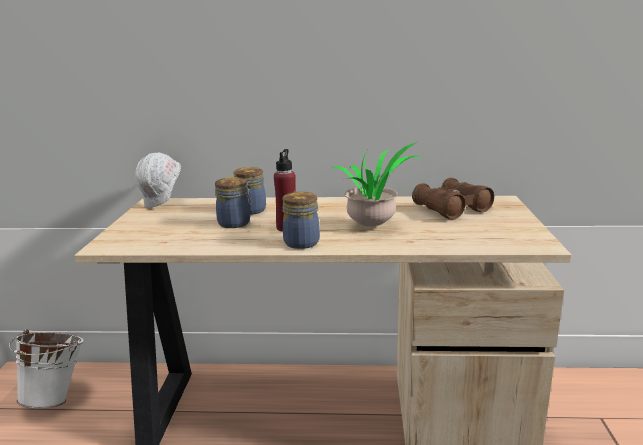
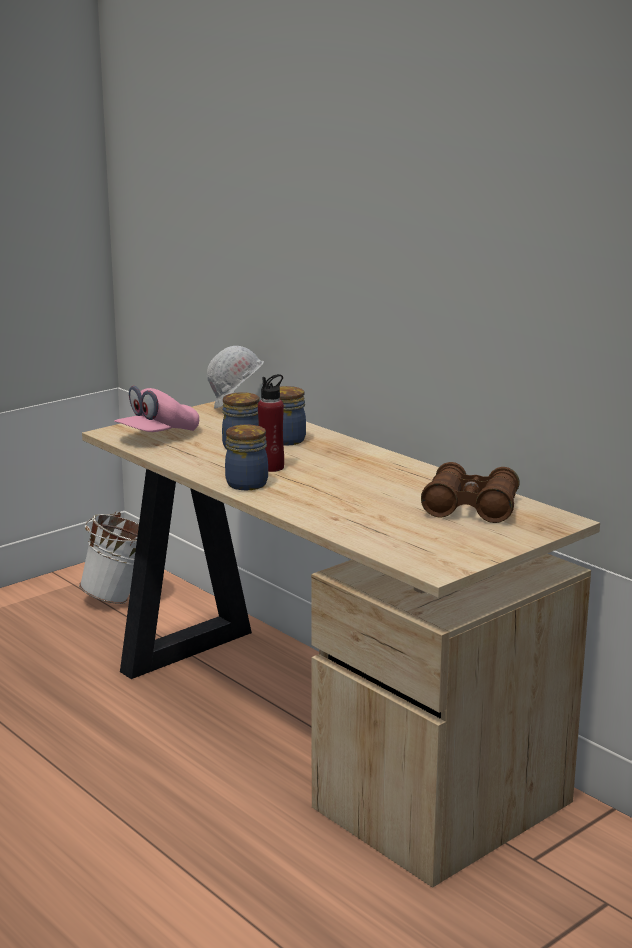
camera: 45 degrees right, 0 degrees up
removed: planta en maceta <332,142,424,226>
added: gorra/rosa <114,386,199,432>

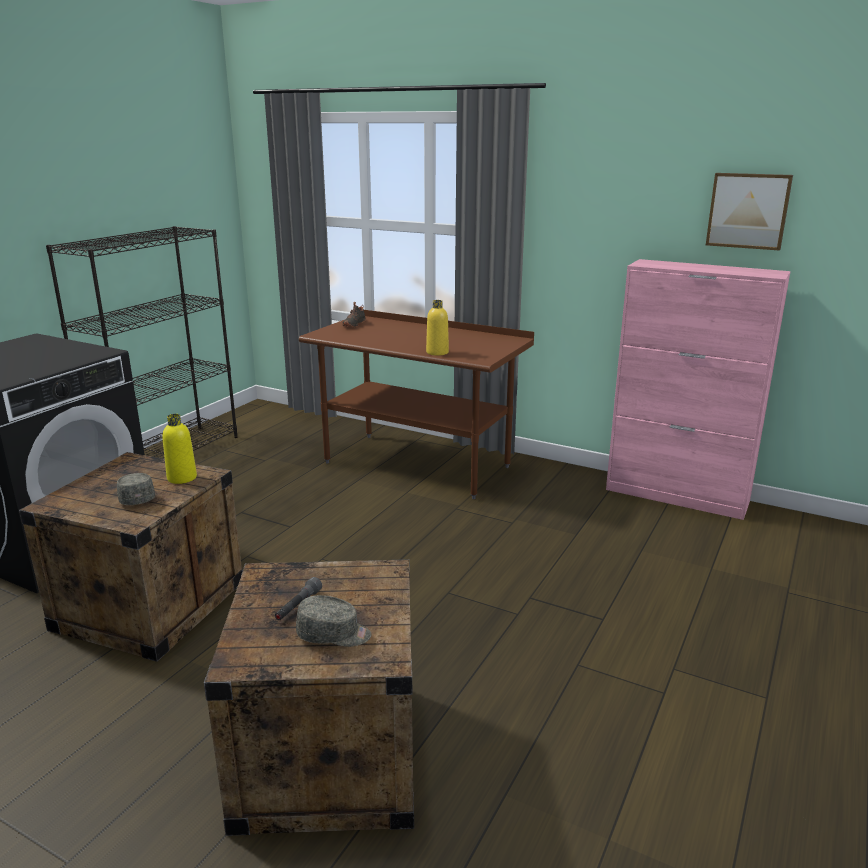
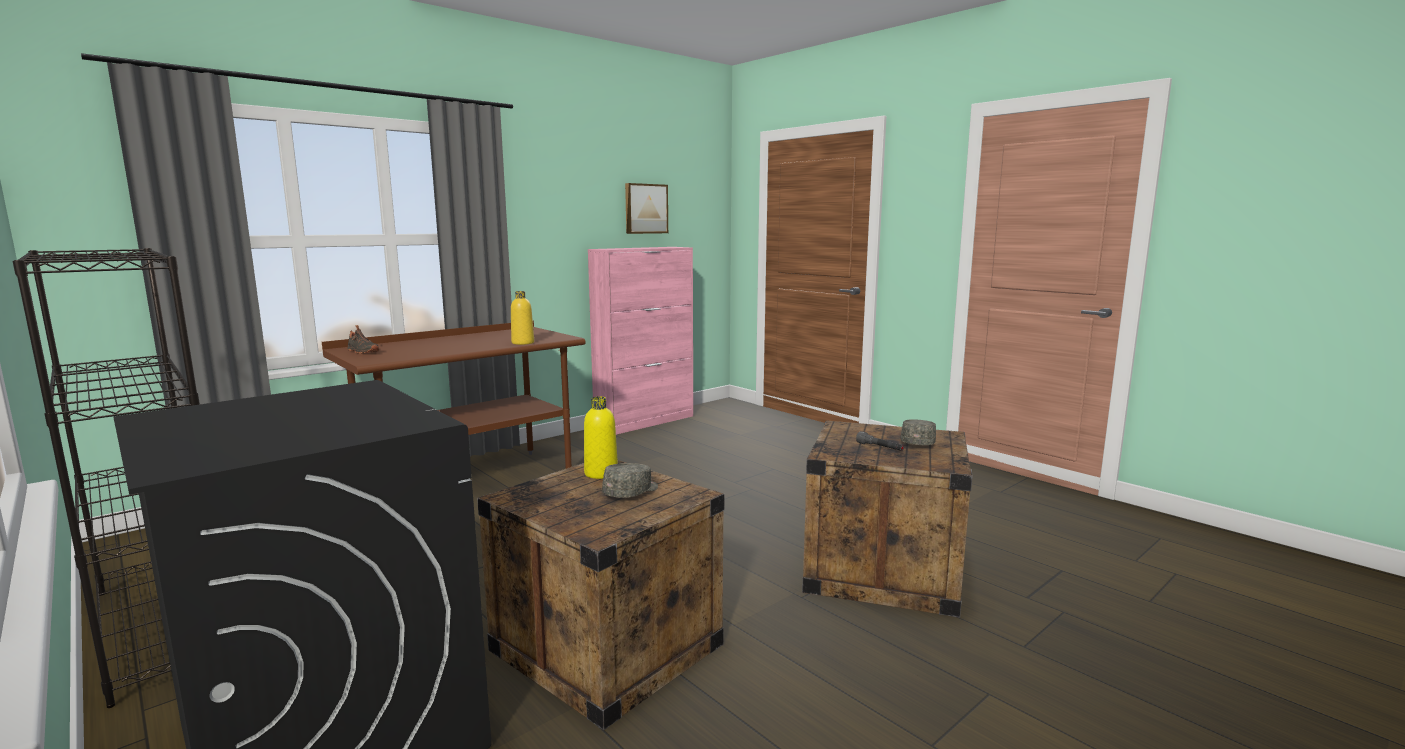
camera: 70 degrees left, 10 degrees down
turned: gorra/gris <117,473,155,505> = <602,463,658,498> 135 degrees clockwise

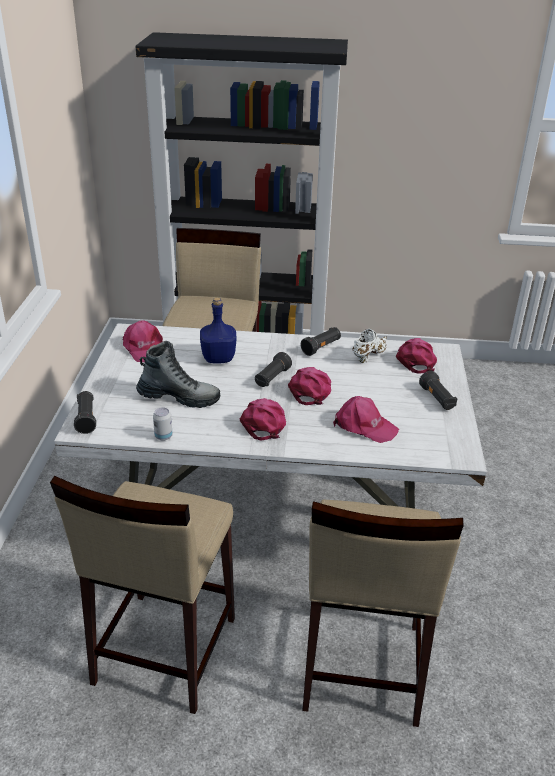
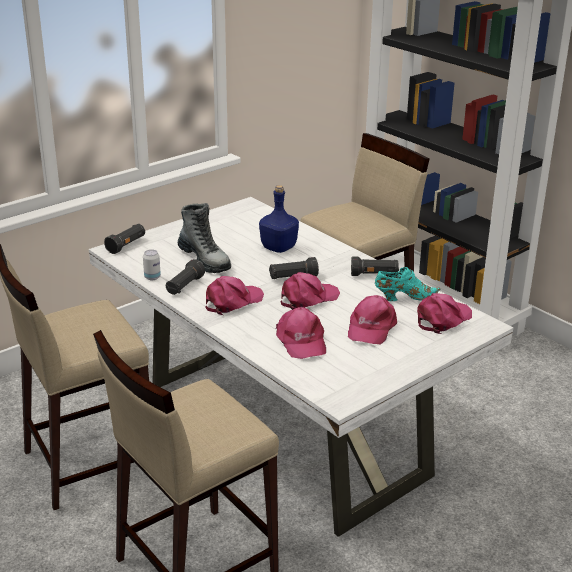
camera: 45 degrees right, 5 degrees down
moved: gorra/rosa <123,320,163,362> to <348,295,397,344>; linterna/negro <419,371,457,410> to <166,259,205,295>
recoloured: zapato/blanco <352,329,387,363> to zapato/turquesa <375,267,441,301>

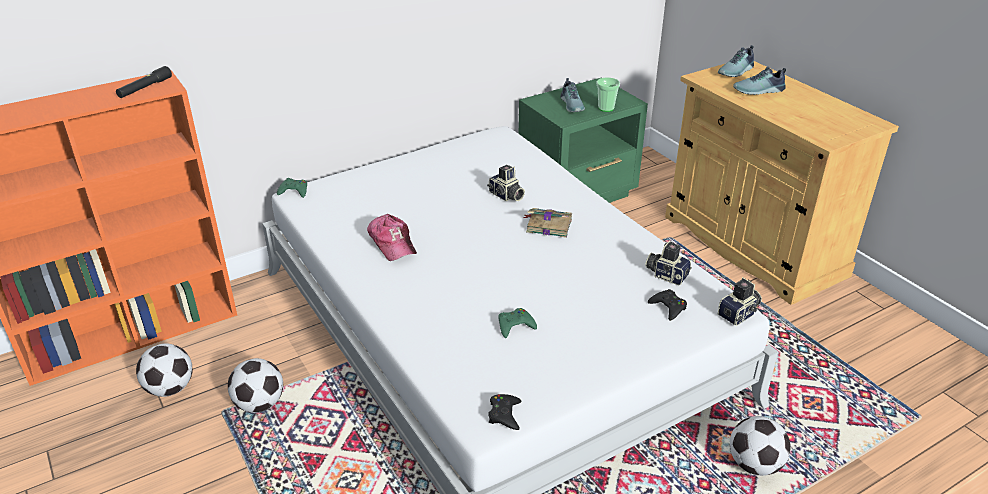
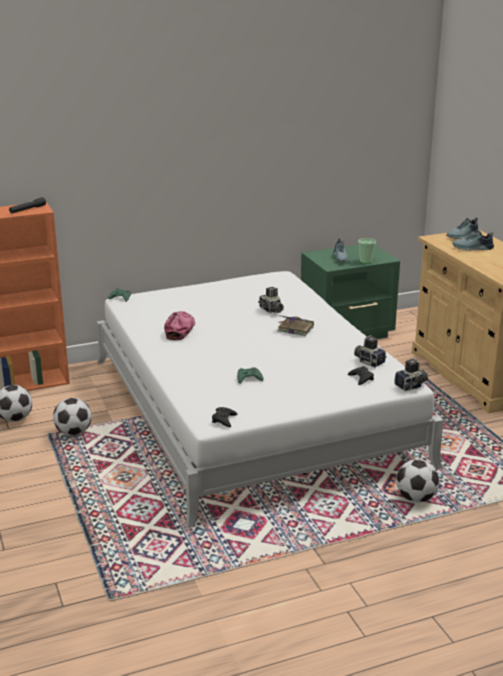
camera: 10 degrees right, 10 degrees down
turned: gorra <367,214,417,261> = <164,311,195,340> 150 degrees counterclockwise

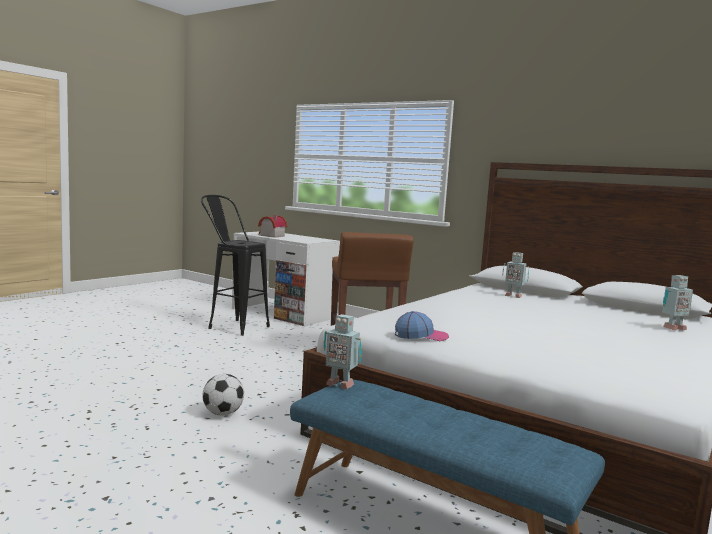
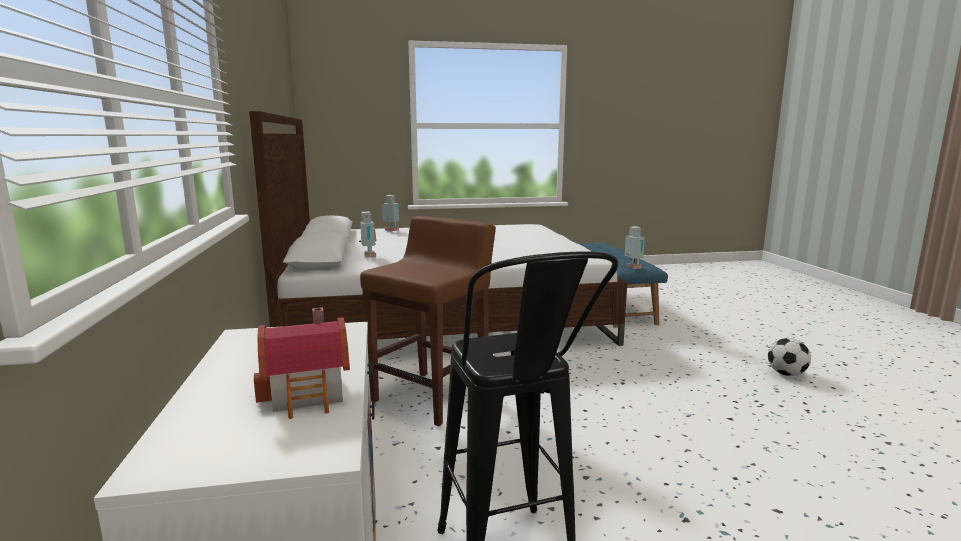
camera: 135 degrees left, 5 degrees up
removed: gorra <395,311,449,341>
moved: balón de fútbol <202,374,244,416> to <768,338,811,376>

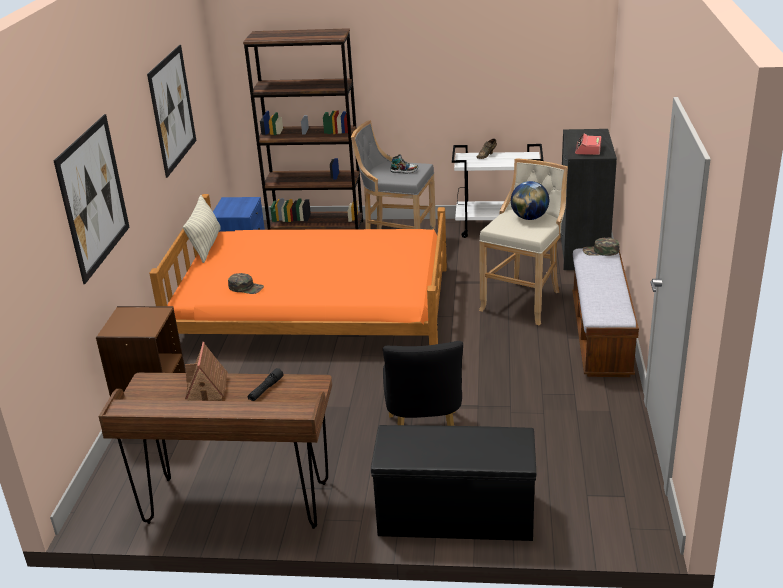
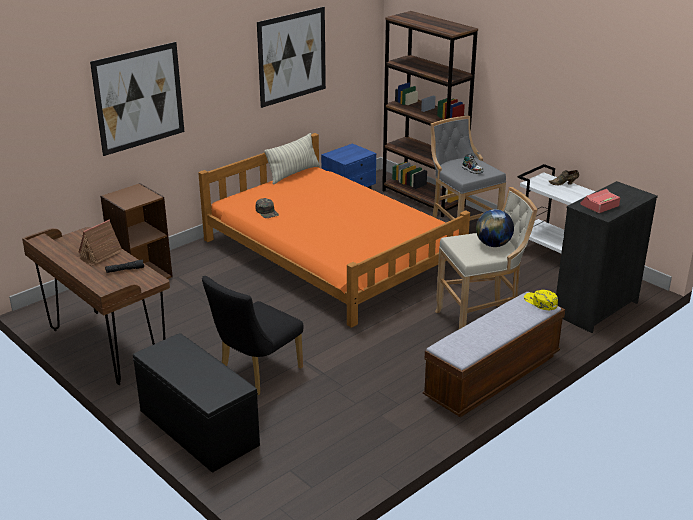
camera: 40 degrees right, 0 degrees up
recoloured: gorra/verde <583,238,619,256> to gorra/amarillo <524,290,558,310>

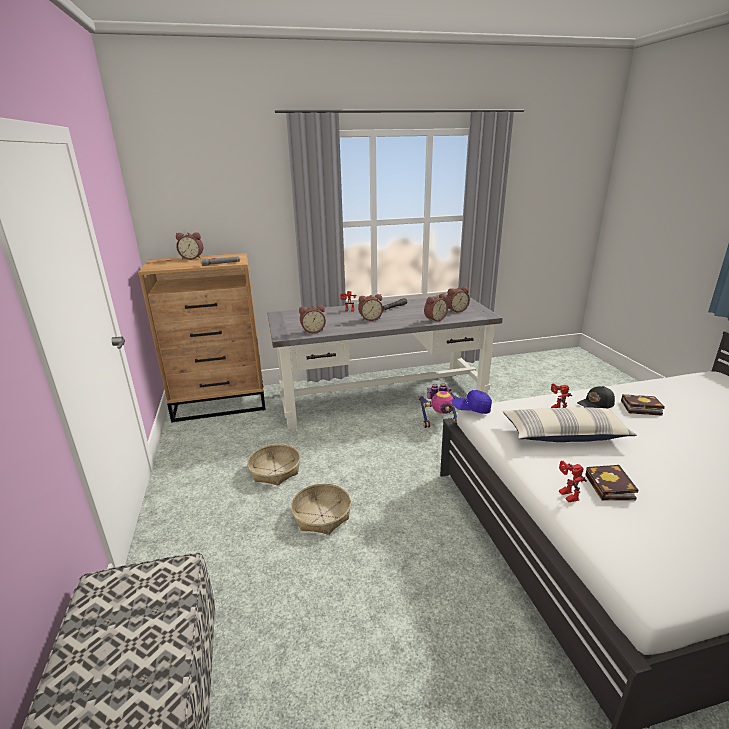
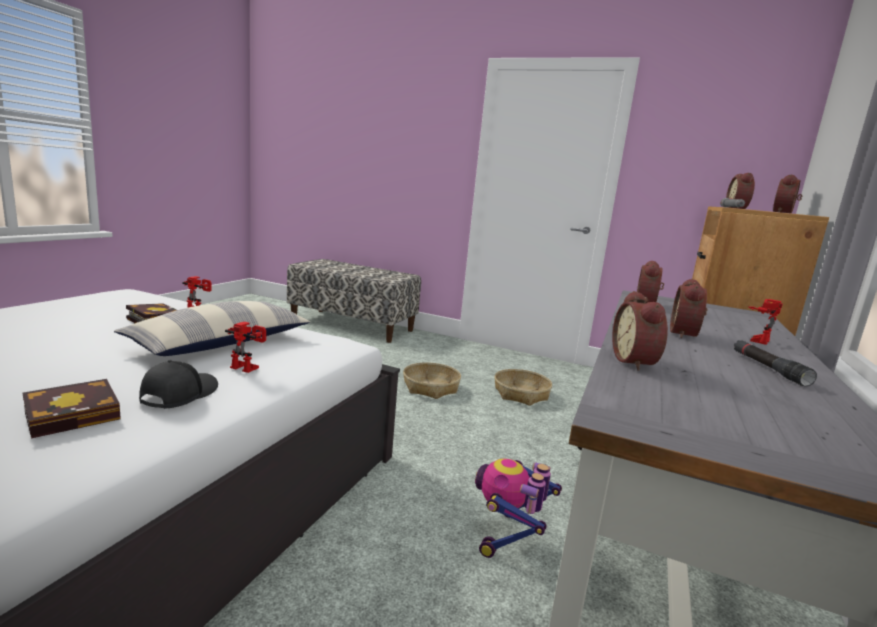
camera: 125 degrees right, 10 degrees down
removed: gorra/azul <452,390,492,414>
moved: despertador <446,286,470,313> to <726,173,755,209>

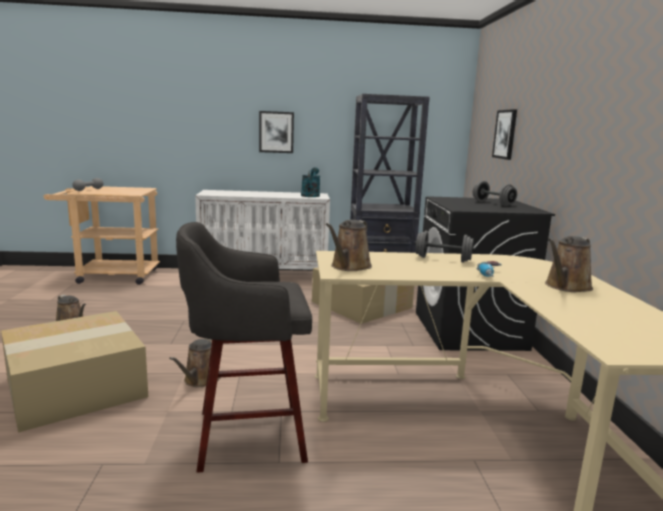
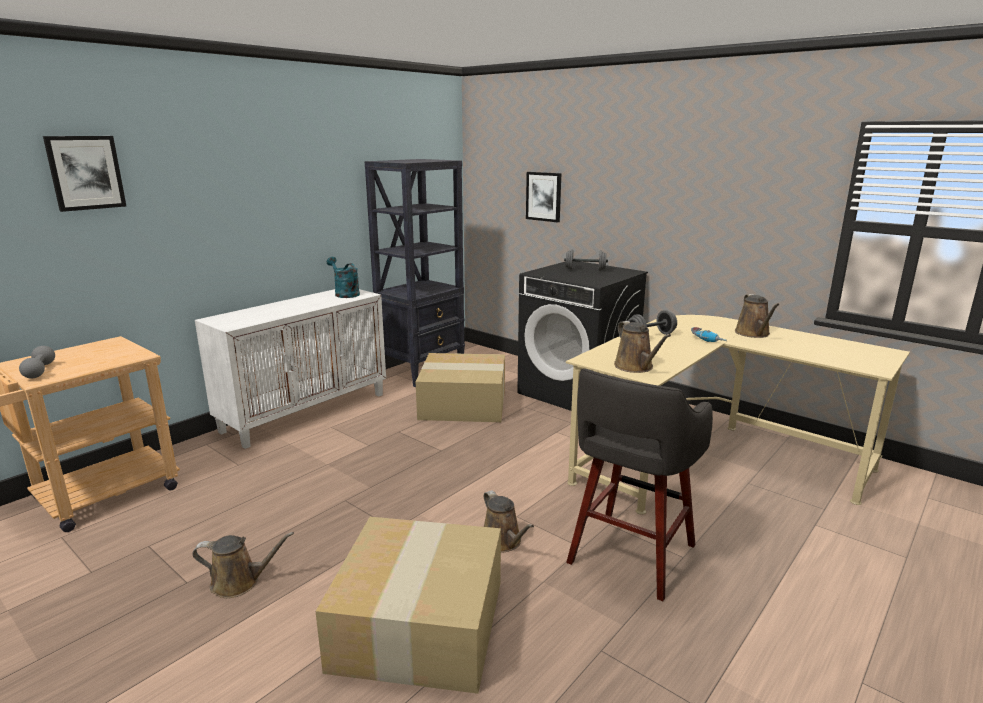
camera: 45 degrees left, 5 degrees up
moved: cuadro <259,111,294,153> to <43,136,126,212>

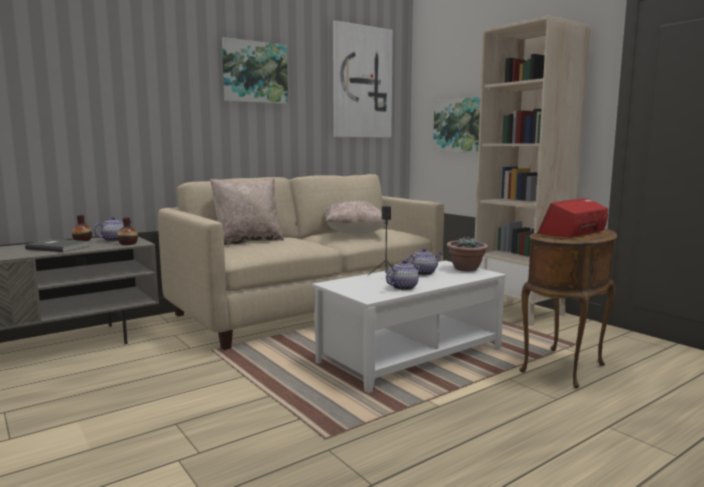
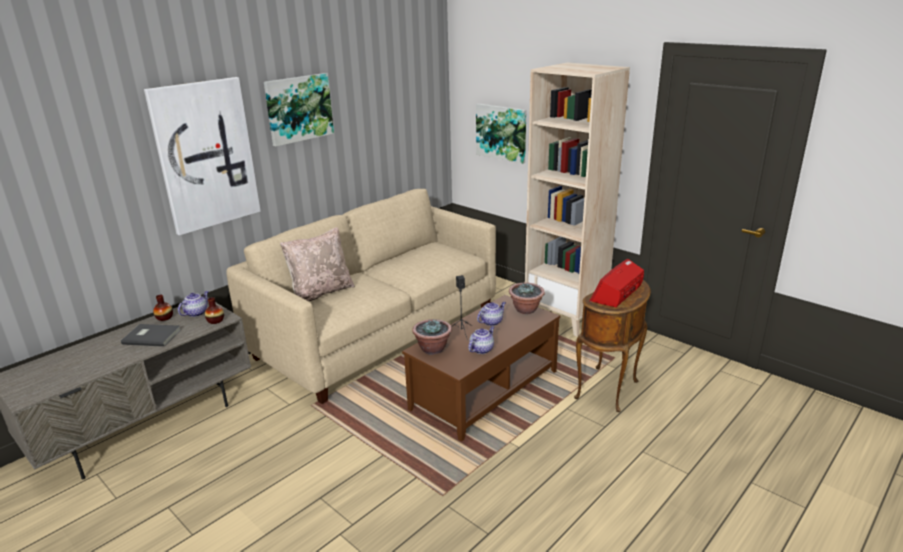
camera: 10 degrees left, 15 degrees up
removed: cojín/beis <324,200,390,235>
added: planta en maceta <412,319,452,355>
moved: cuadro <333,21,393,138> to <144,77,261,235>
recoloured: mesa de centro/blanco <312,260,506,393> to mesa de centro/marrón <402,295,560,441>

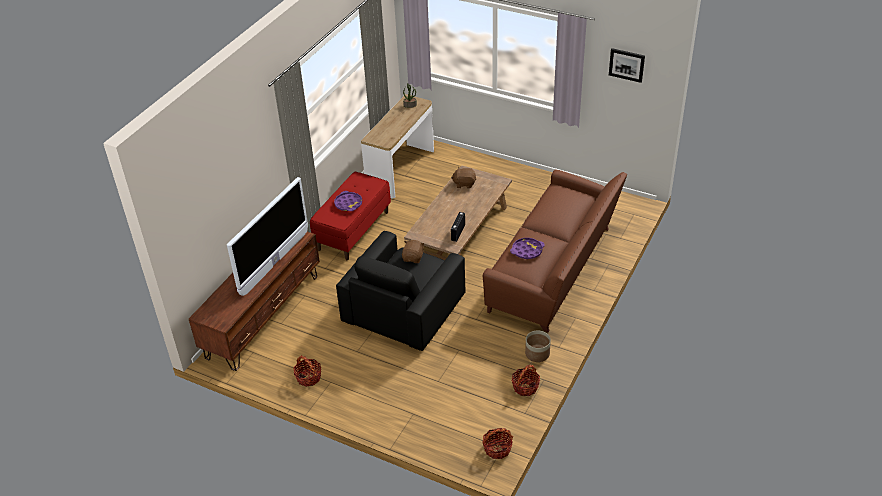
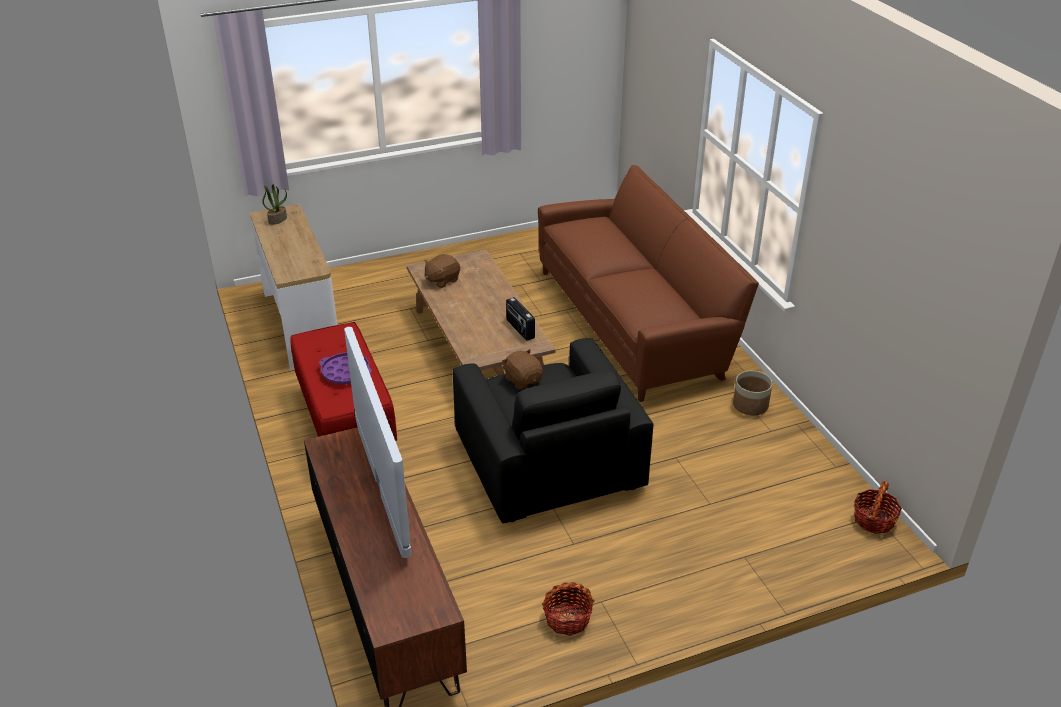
camera: 50 degrees left, 5 degrees down
removed: bandeja/morado <510,238,545,259>; cesta <512,364,540,396>; cuadro <609,48,645,83>

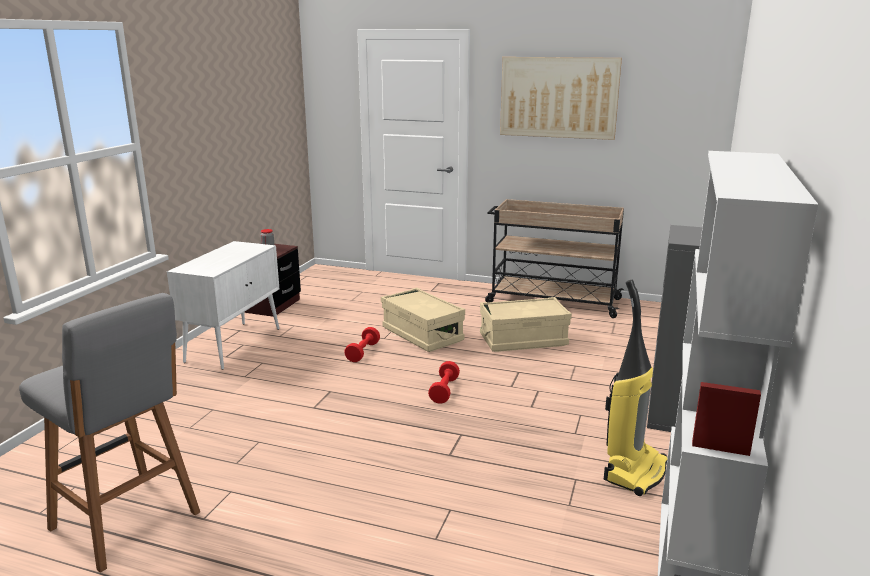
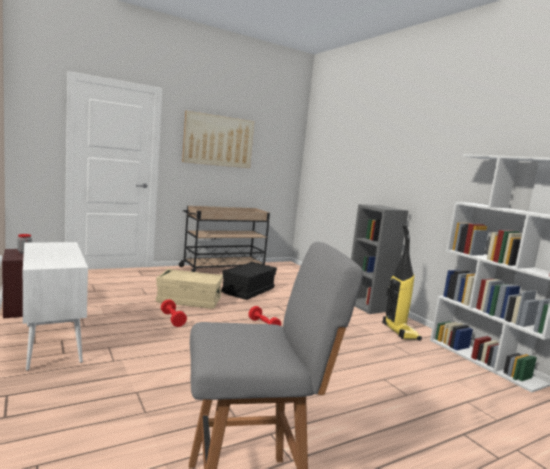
camera: 50 degrees left, 10 degrees down
recoloured: caja de almacenaje/beis <480,297,572,352> to caja de almacenaje/negro <221,262,277,300>

